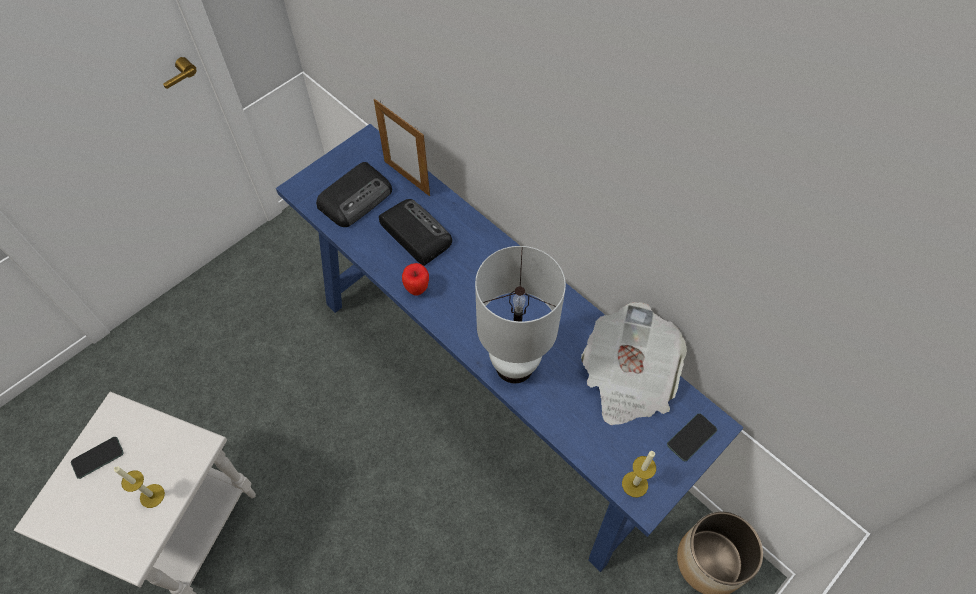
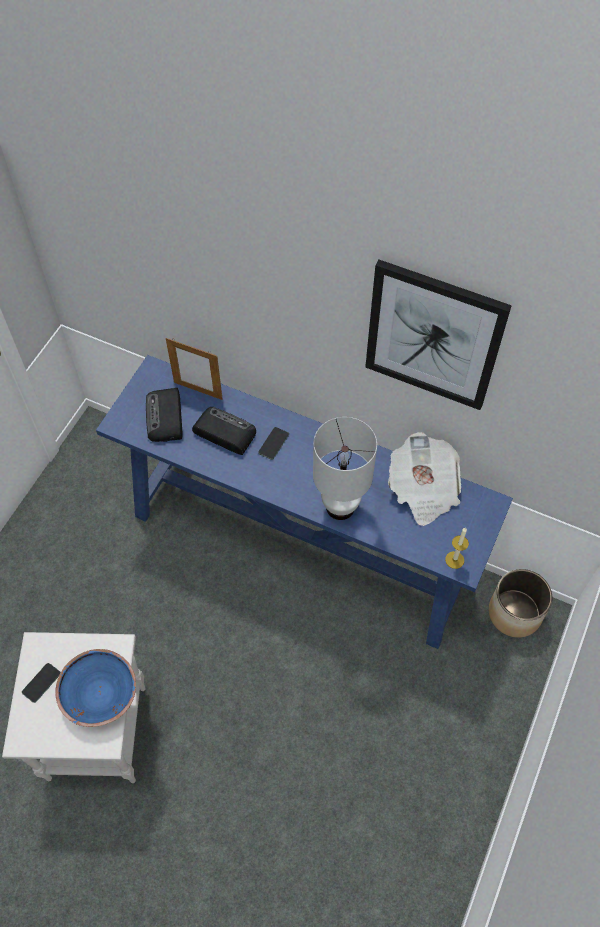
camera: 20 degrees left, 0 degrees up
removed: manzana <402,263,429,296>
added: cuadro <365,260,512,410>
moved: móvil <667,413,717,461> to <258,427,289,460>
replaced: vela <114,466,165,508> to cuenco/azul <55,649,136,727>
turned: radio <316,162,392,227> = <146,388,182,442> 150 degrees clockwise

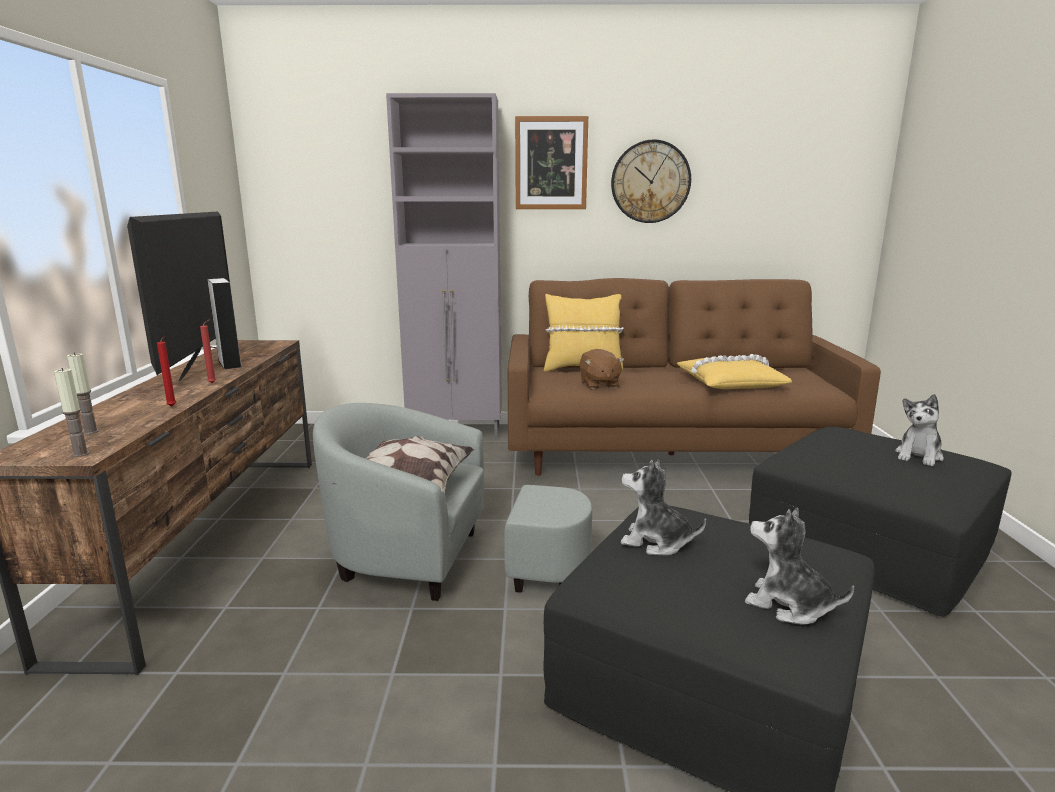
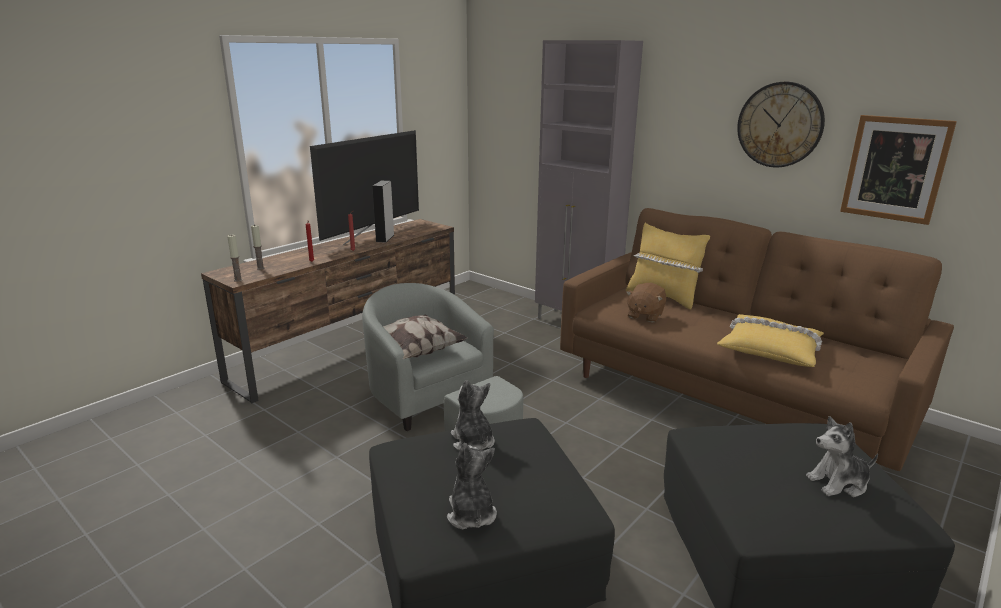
camera: 40 degrees right, 5 degrees up
moved: cuadro <515,116,588,209> to <840,115,957,225>

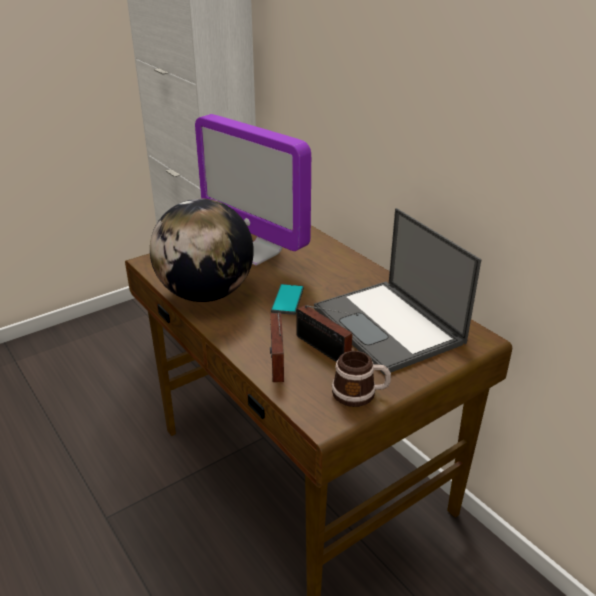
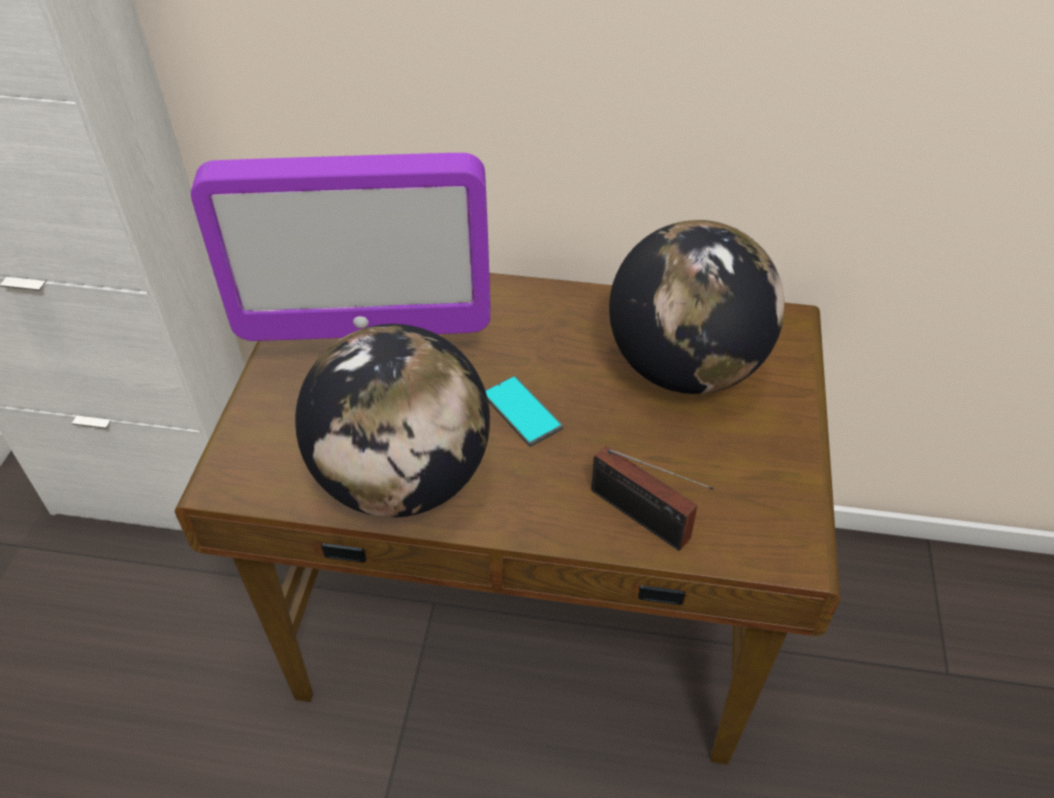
camera: 45 degrees left, 15 degrees up
removed: radio <297,305,358,362>; taza grande <332,351,391,407>
replaced: portátil <314,208,482,375> to globo terráqueo <609,220,785,394>

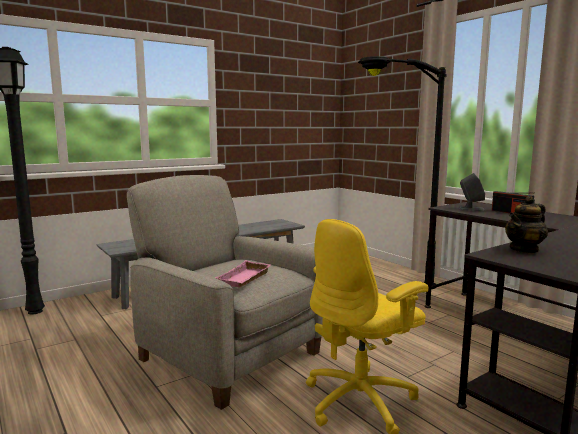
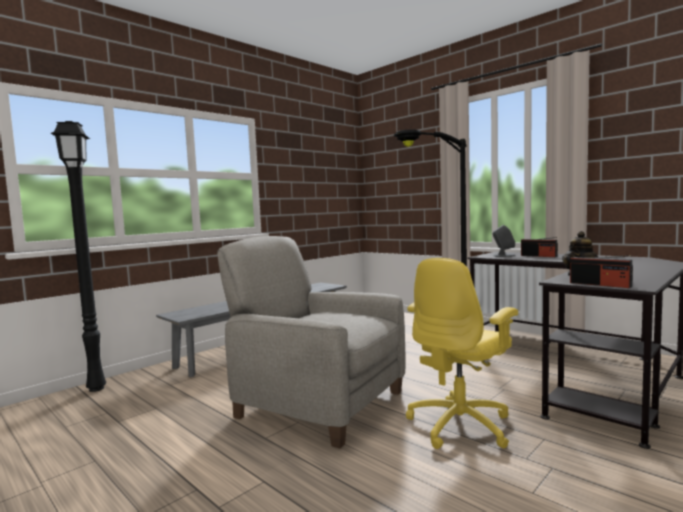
camera: 10 degrees left, 5 degrees down
removed: bandeja/rosa <214,260,271,288>
added: radio <570,255,633,288>

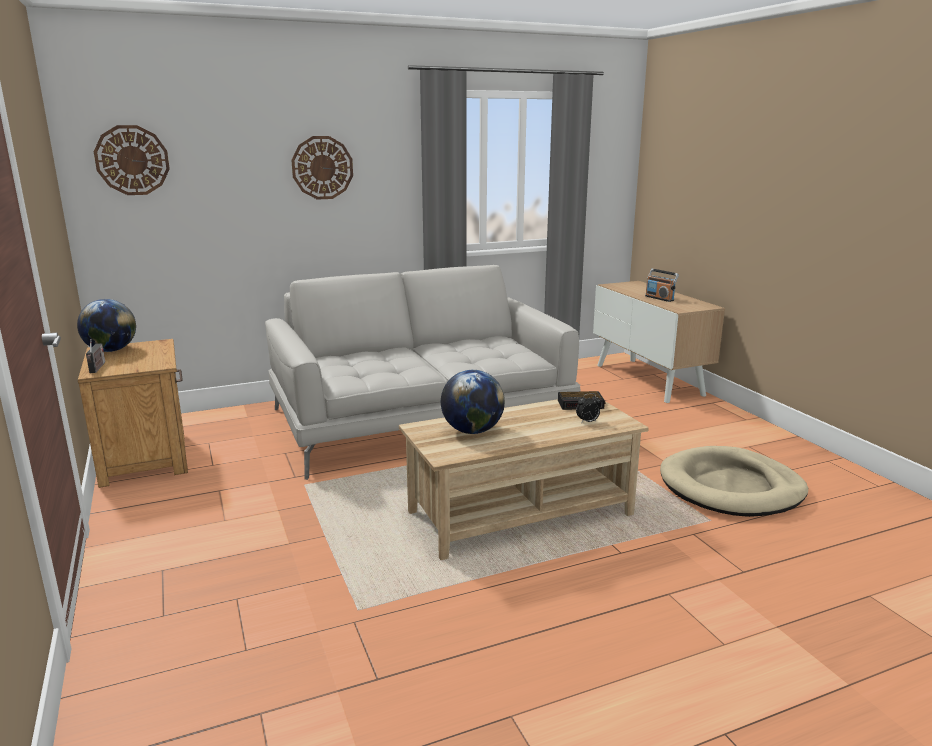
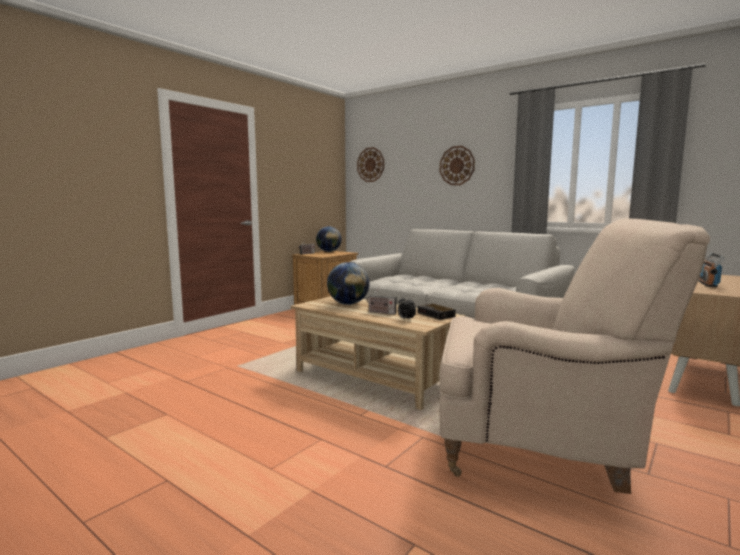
camera: 60 degrees right, 10 degrees down
added: radio <367,288,397,315>
replaced: cama para perro/beis <660,446,808,517> to sillón/beis <439,218,710,494>

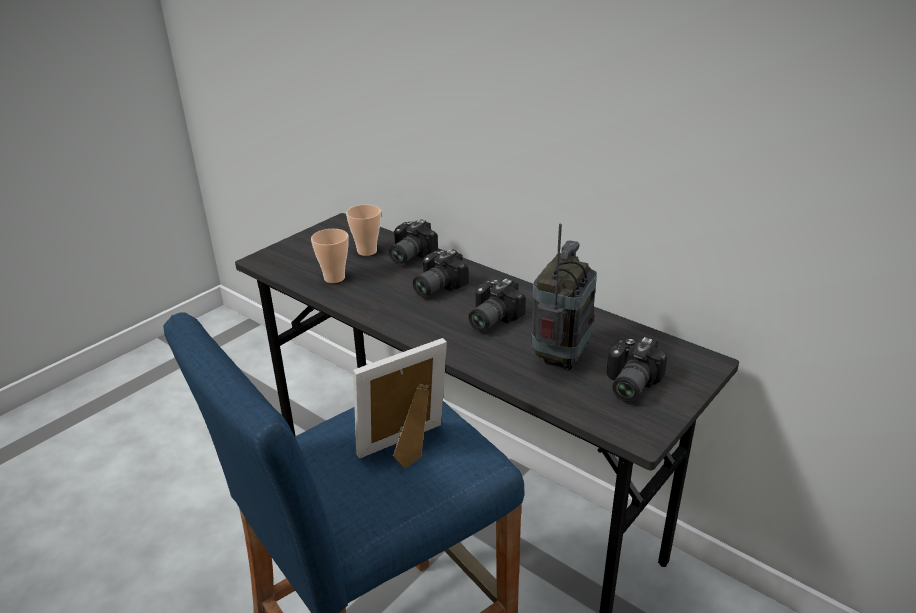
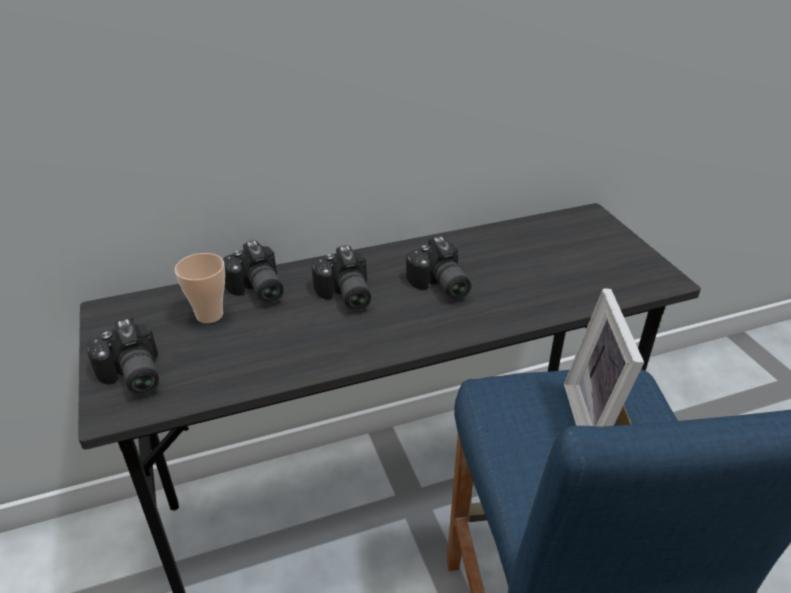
camera: 60 degrees left, 5 degrees up
removed: taza <311,229,349,283>; radio <531,224,597,371>
moved: cámara <607,337,667,402> to <86,318,159,395>

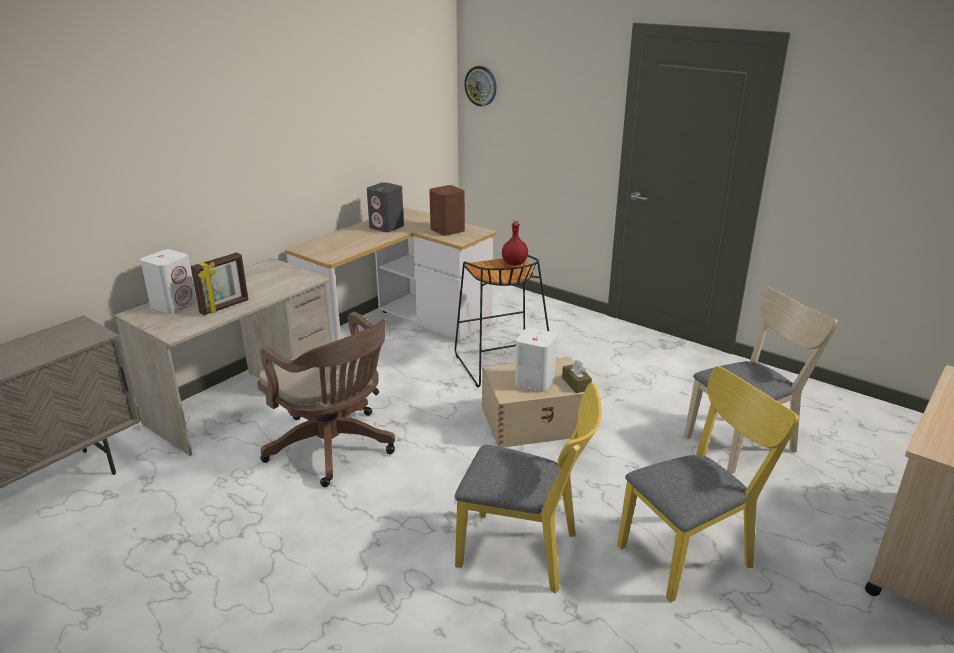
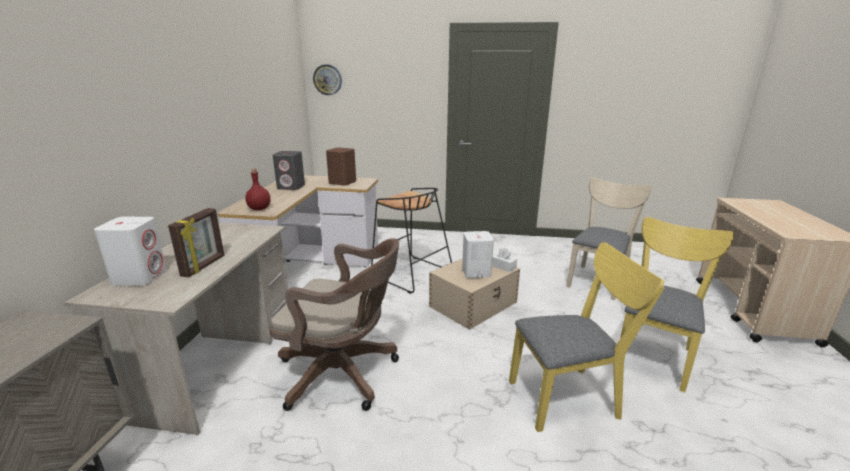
camera: 30 degrees left, 5 degrees down
moved: botella/rojo <502,220,528,266> to <245,169,271,210>
recoloured: caja de pañuelos/marrón <562,360,592,393> to caja de pañuelos/blanco <492,248,517,272>

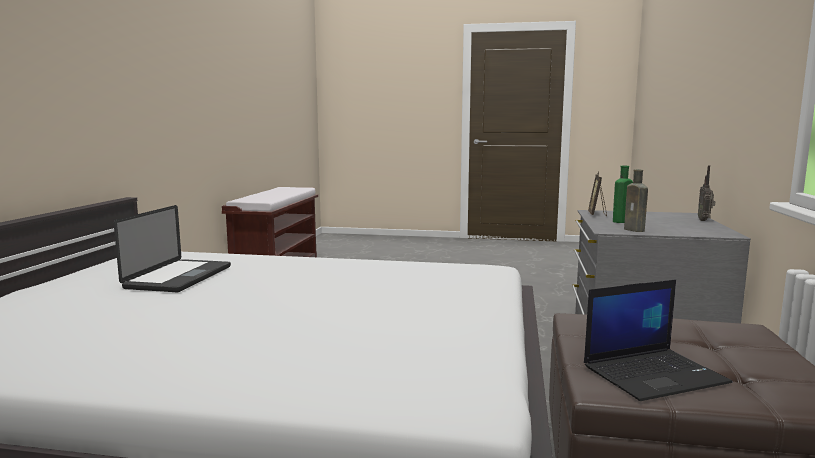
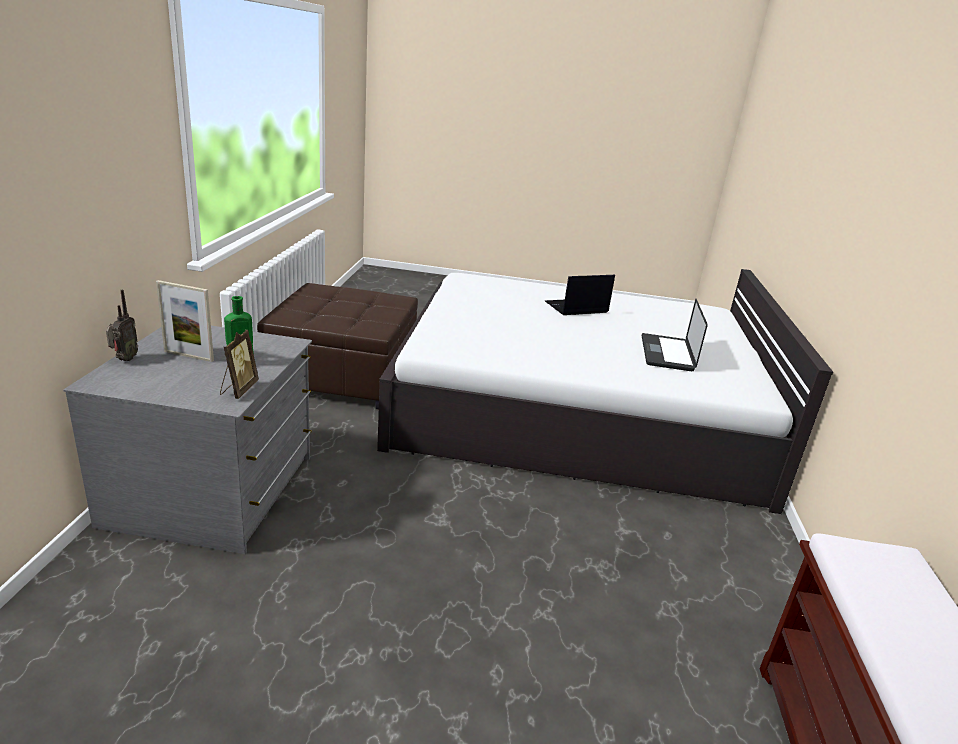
camera: 175 degrees right, 15 degrees up
removed: botella/marrón <624,169,648,232>
added: portarretratos <156,280,214,362>
moved: portátil <584,280,732,401> to <545,275,615,315>

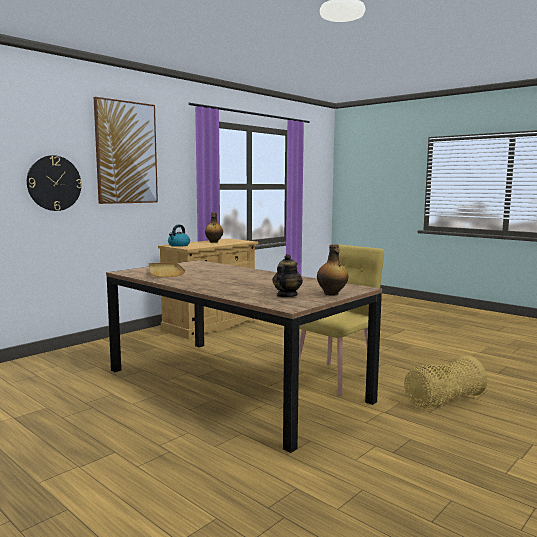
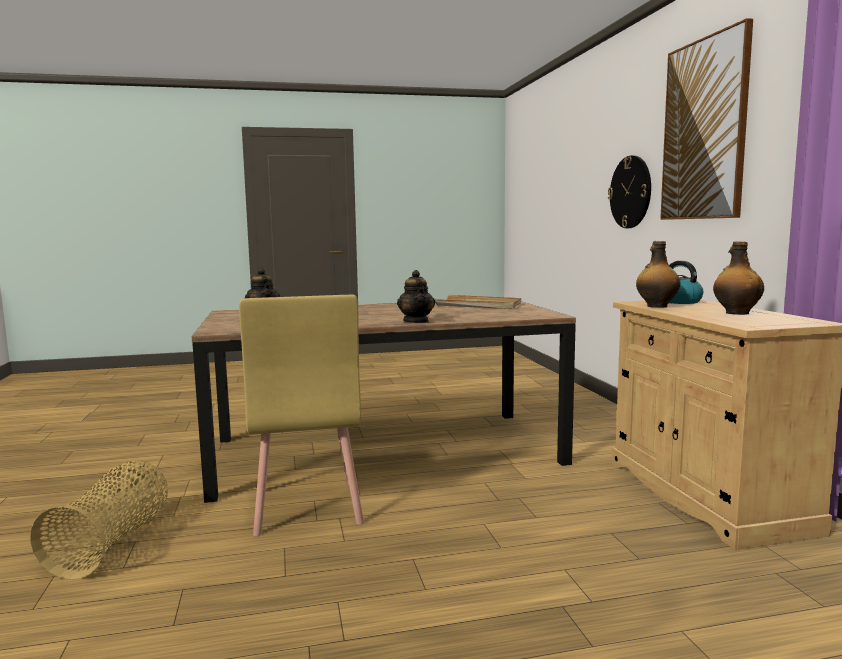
camera: 125 degrees right, 0 degrees up
added: tetera <397,270,435,323>
moved: botella <317,244,348,296> to <636,241,680,308>

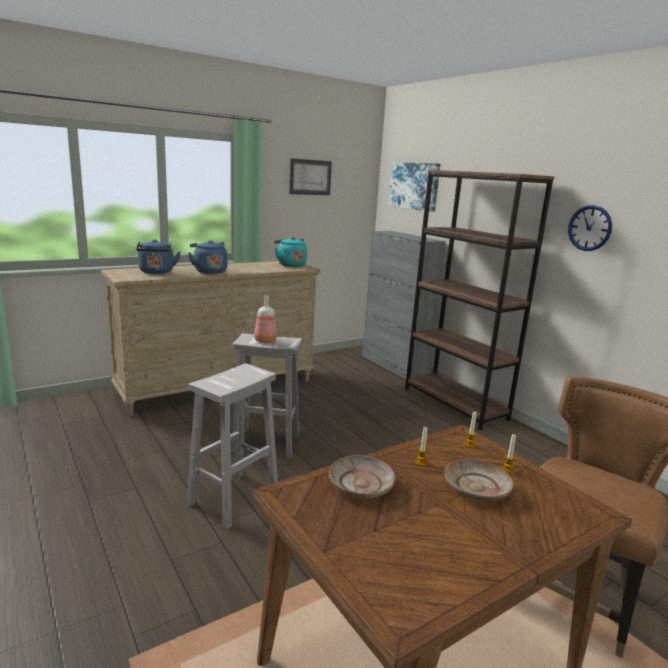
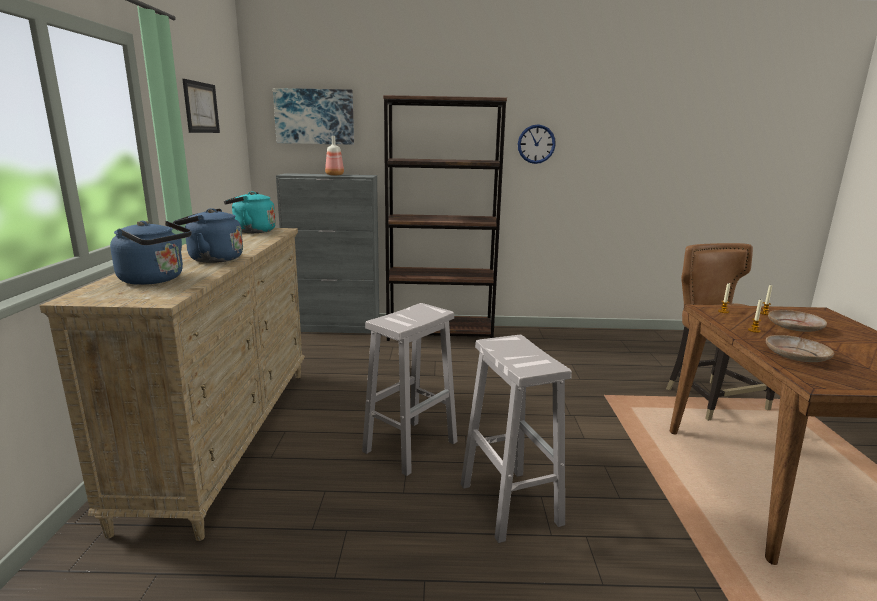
camera: 55 degrees left, 0 degrees up
moved: botella <254,296,277,343> to <325,136,344,175>

